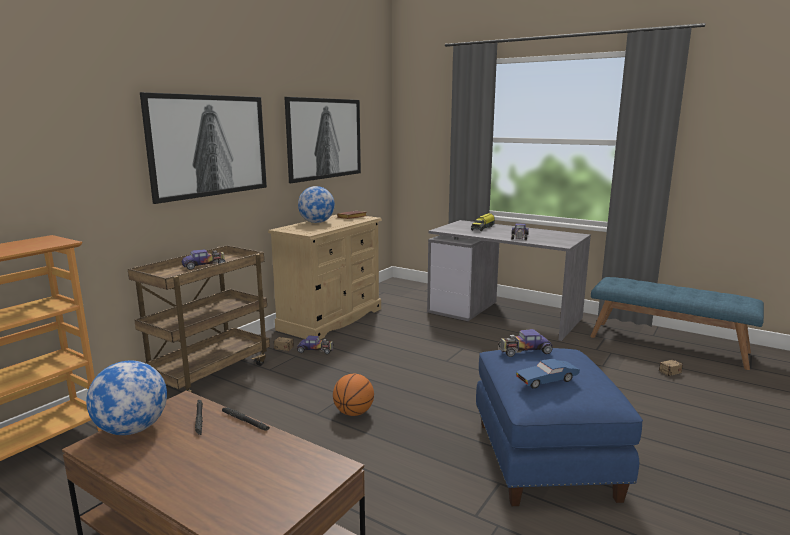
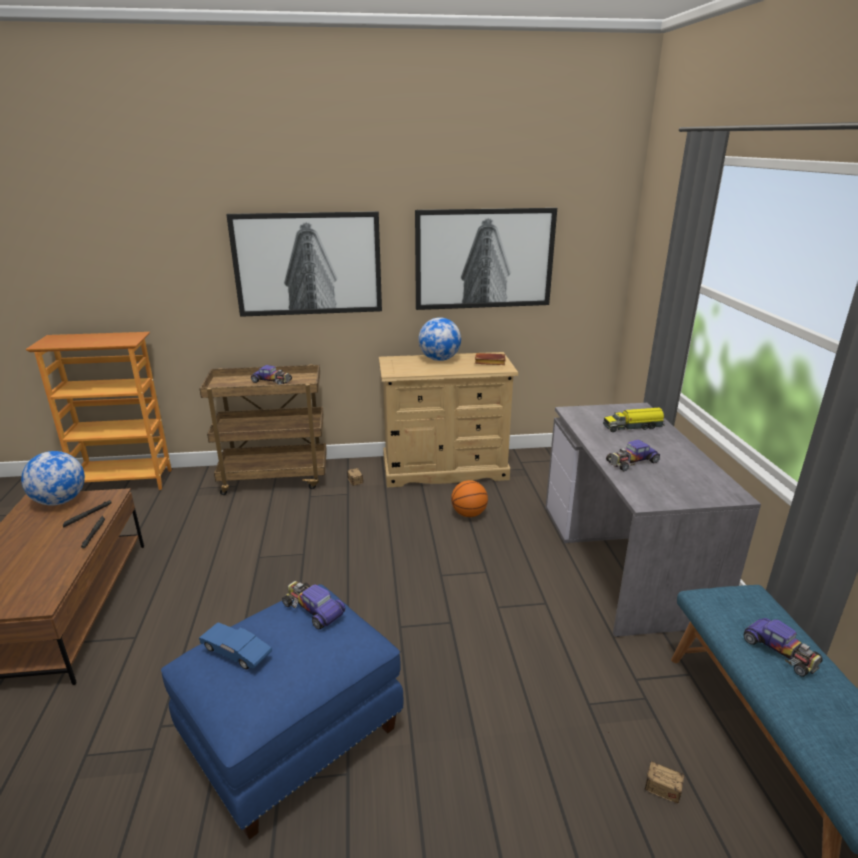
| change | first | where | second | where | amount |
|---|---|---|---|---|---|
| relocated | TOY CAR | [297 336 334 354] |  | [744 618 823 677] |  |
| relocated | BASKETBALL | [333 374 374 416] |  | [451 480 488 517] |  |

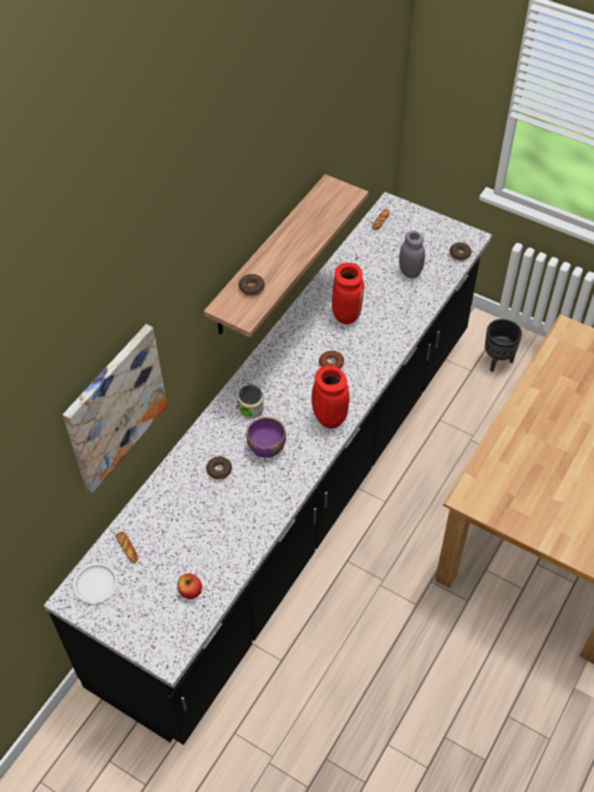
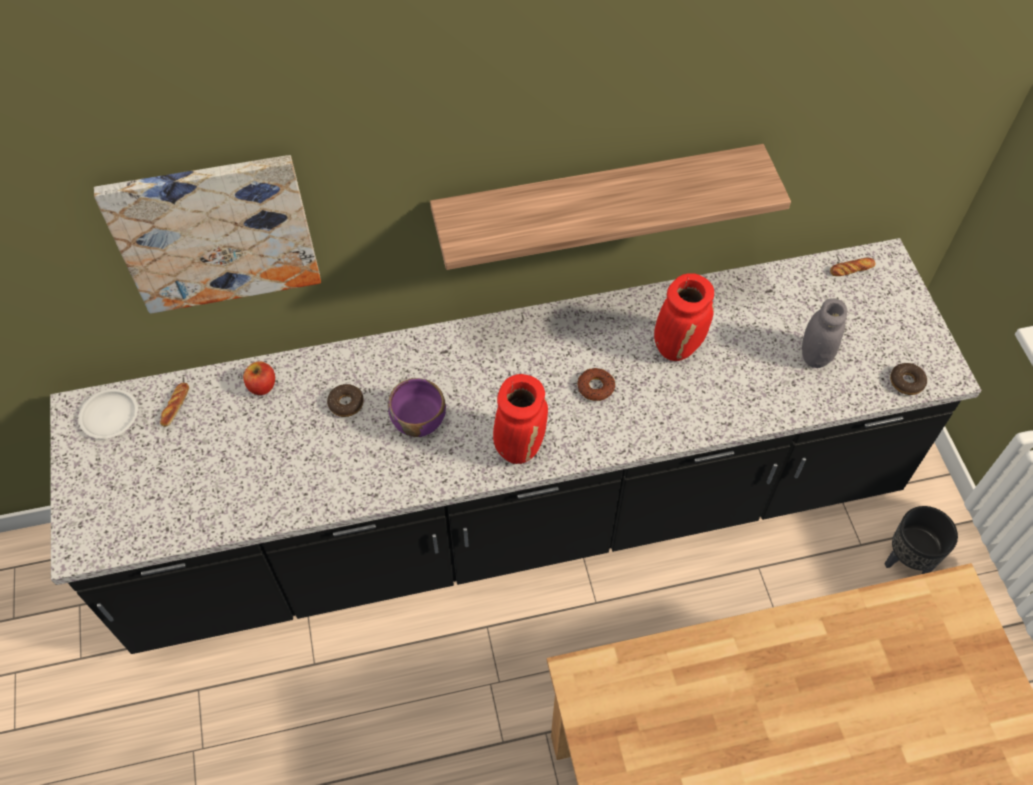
| change | first | where | second | where | amount |
|---|---|---|---|---|---|
| missing | DONUT | [238 274 265 296] |  |  |  |
| missing | JAR | [238 385 264 419] |  |  |  |
| relocated | APPLE | [178 573 202 599] |  | [243 361 275 395] |  |

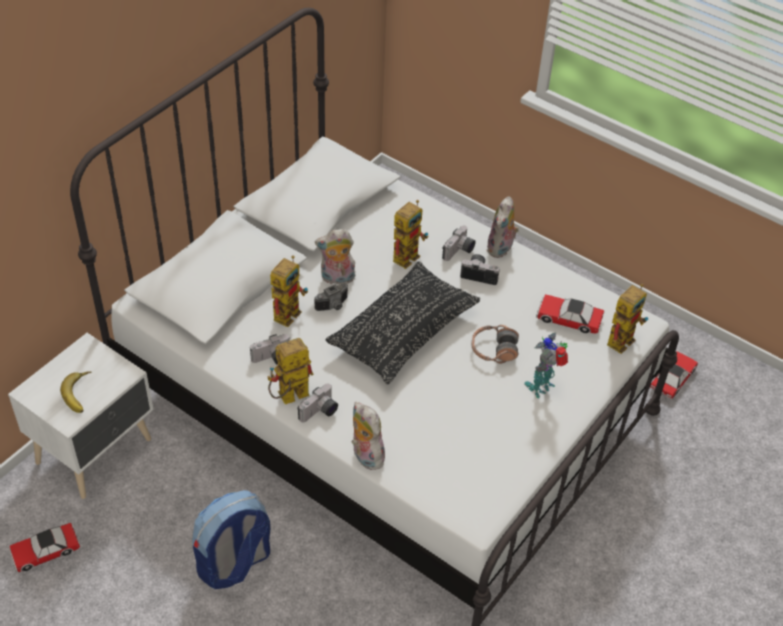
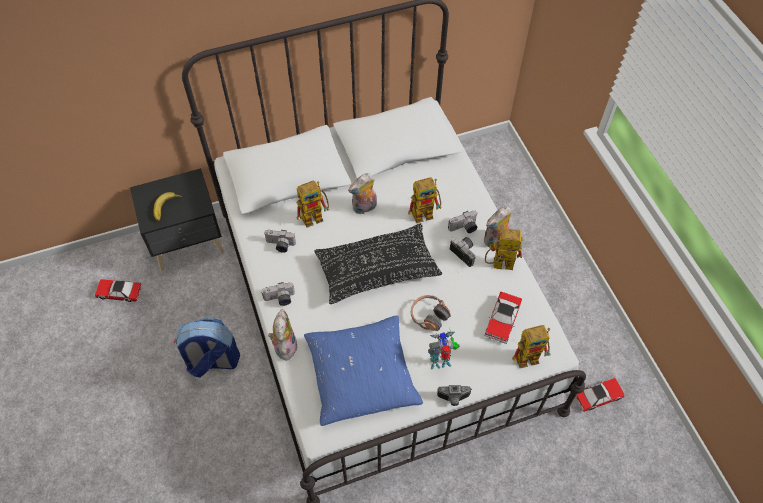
| change | first | where | second | where | amount |
|---|---|---|---|---|---|
| spun | PLUSH TOY | [315 229 355 284] |  | [348 173 377 215] | 60 degrees counterclockwise |
| relocated | PHOTO CAMERA | [314 283 348 311] |  | [437 385 472 406] |  |
| spun | TOY CAR | [536 294 604 334] |  | [484 292 522 344] | 120 degrees counterclockwise |
| colour | WHITE NIGHTSTAND | [8 333 153 499] | BLACK NIGHTSTAND | [130 168 224 271] |  |
| relocated | TOY ROBOT | [267 338 314 404] |  | [485 229 523 270] |  |
| appeared |  |  | BLUE PILLOW | [304 315 423 426] |  |

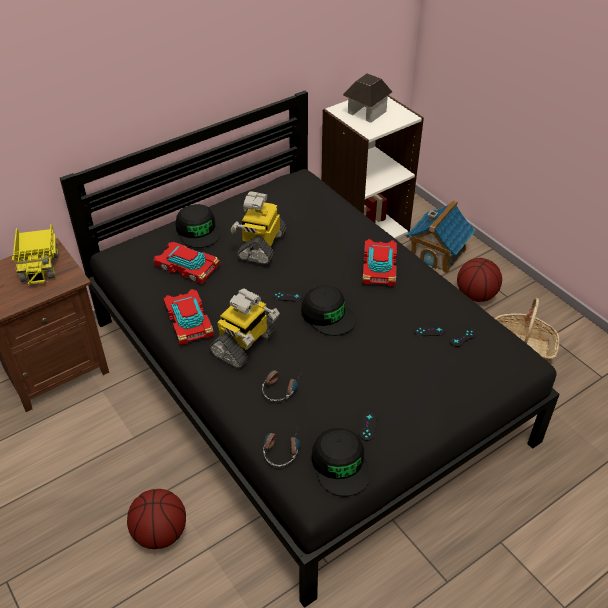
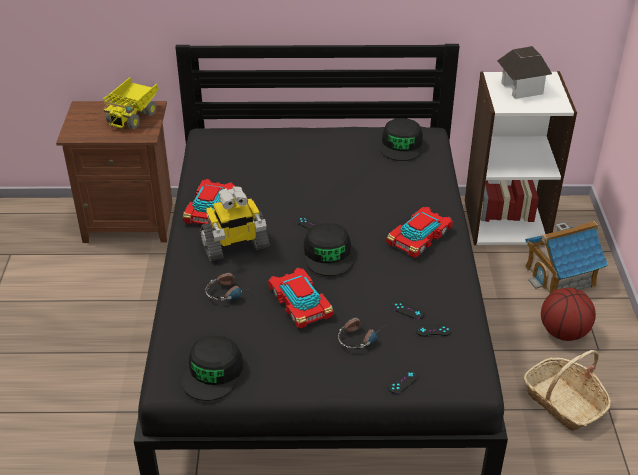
| change | first | where | second | where | amount |
|---|---|---|---|---|---|
| missing | TOY ROBOT | [230 191 287 265] |  |  |  |
| relocated | BLACK CAP | [175 204 220 248] |  | [381 118 423 161] |  |
| relocated | TOY CAR | [153 242 220 284] |  | [268 268 334 329] |  |
| relocated | BLACK GAME CONTROLLER | [359 412 377 441] |  | [387 369 419 394] |  |
| relocated | HEADPHONES | [263 427 300 467] |  | [338 318 382 349] |  |
| missing | BASKETBALL | [127 489 186 549] |  |  |  |

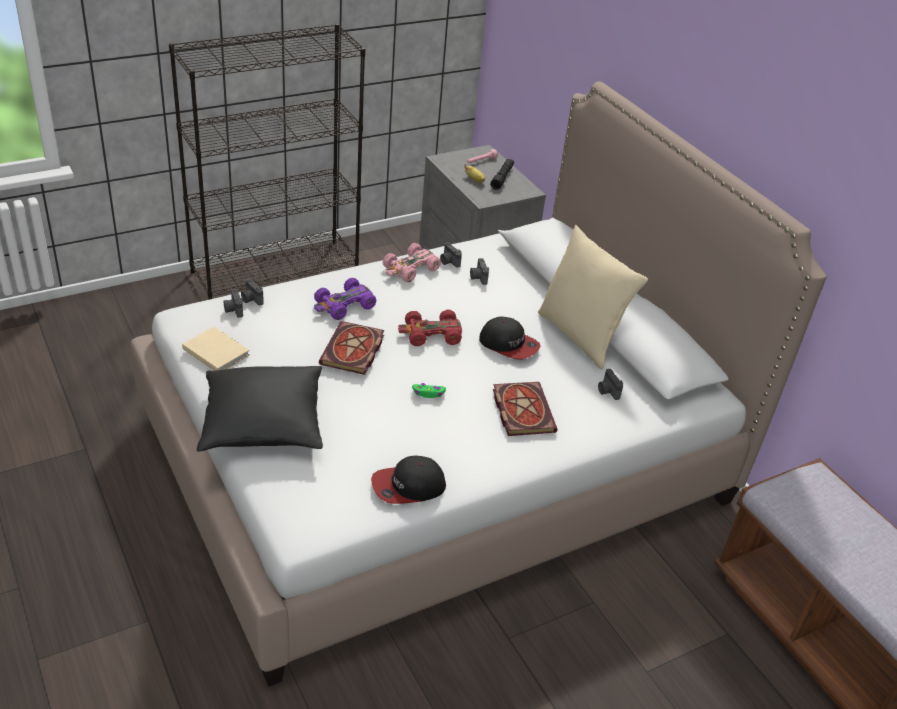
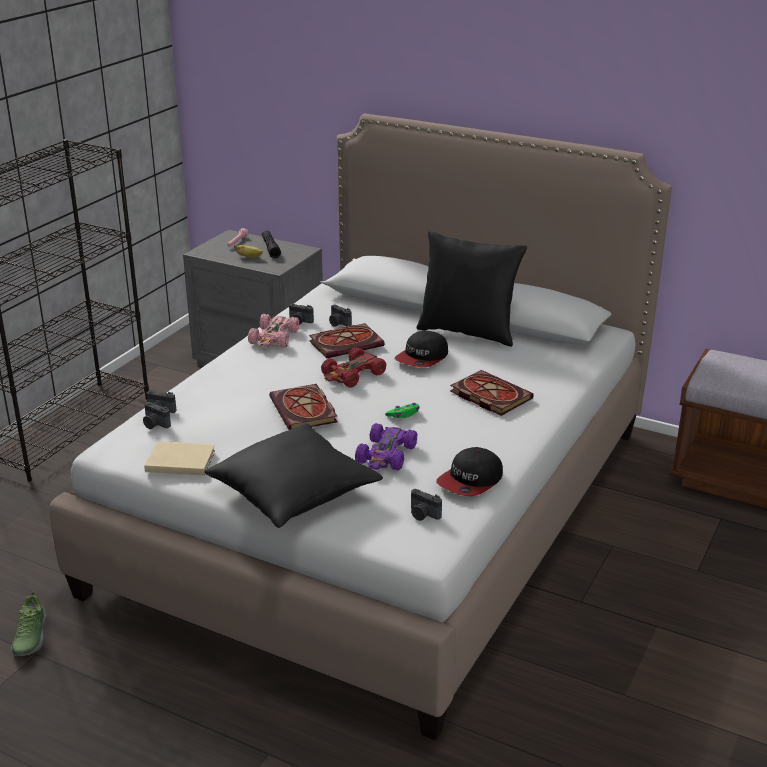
| change | first | where | second | where | amount |
|---|---|---|---|---|---|
| colour | BEIGE PILLOW | [538 225 648 369] | BLACK PILLOW | [416 231 527 347] |  |
| relocated | PURPLE TOY CAR | [314 278 376 320] |  | [355 423 417 470] |  |
| spun | CAP | [479 316 541 359] |  | [395 330 448 367] | 120 degrees clockwise |
| relocated | PHOTO CAMERA | [598 369 623 400] |  | [411 489 442 521] |  |
| appeared |  |  | BOOK | [309 323 385 359] |  |
| appeared |  |  | SHOE | [11 591 47 656] |  |

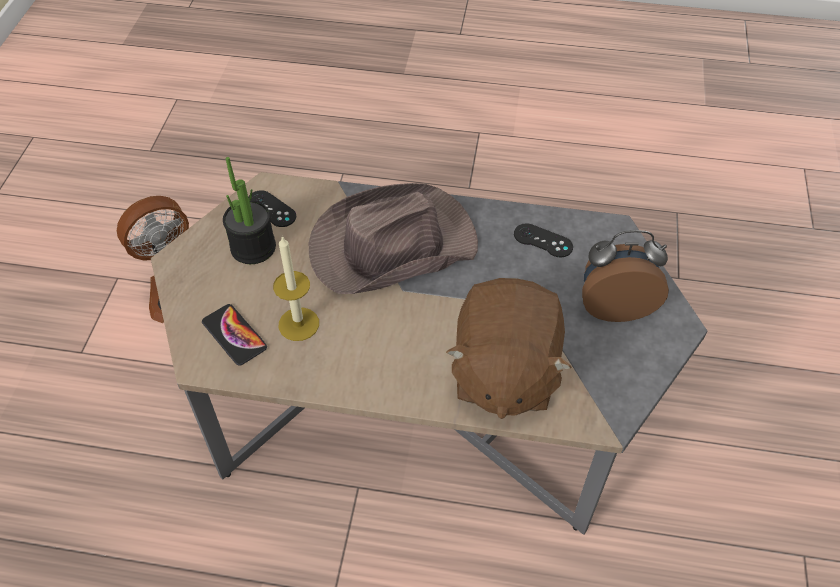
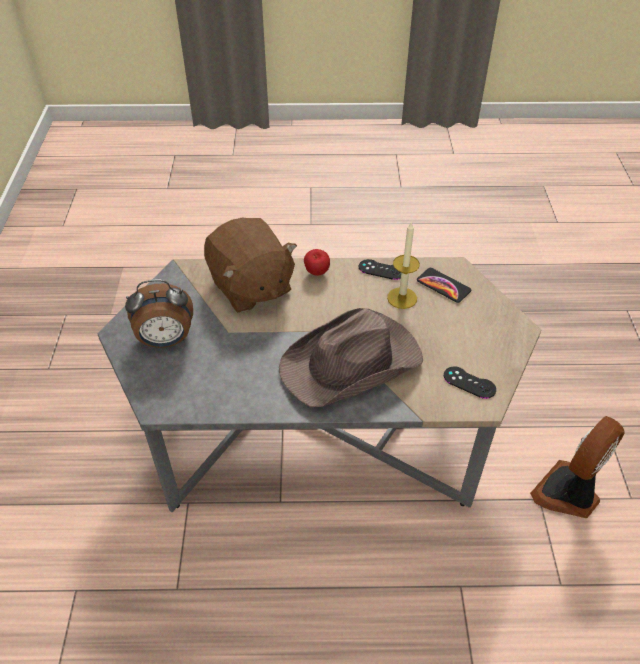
| change | first | where | second | where | amount |
|---|---|---|---|---|---|
| missing | POTTED PLANT | [223 157 276 264] |  |  |  |
| relocated | BLACK GAME CONTROLLER | [514 223 573 257] |  | [359 259 401 280] |  |
| spun | BROWN PLUSH TOY | [446 278 572 419] |  | [204 218 297 313] | 150 degrees clockwise |
| appeared |  |  | APPLE | [304 249 330 276] |  |

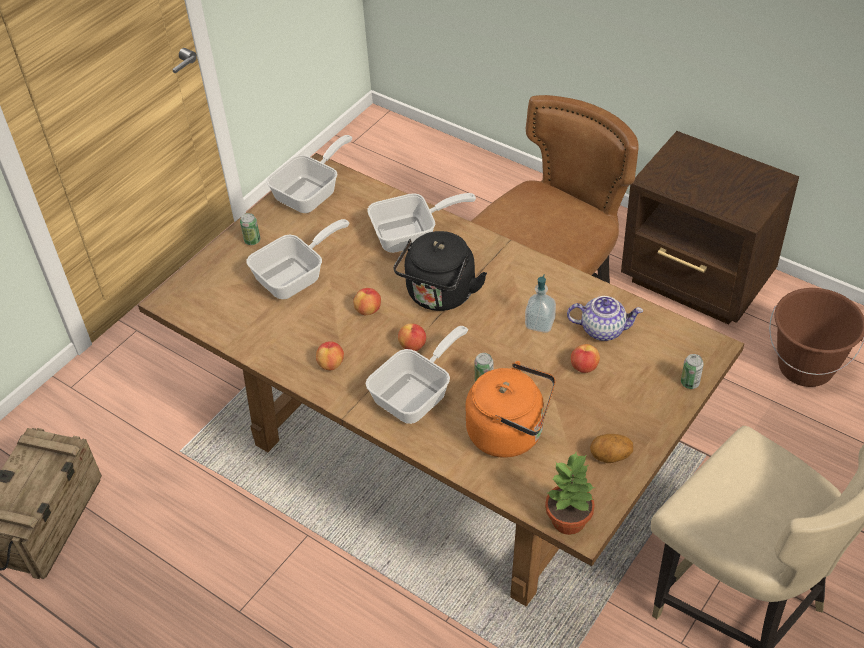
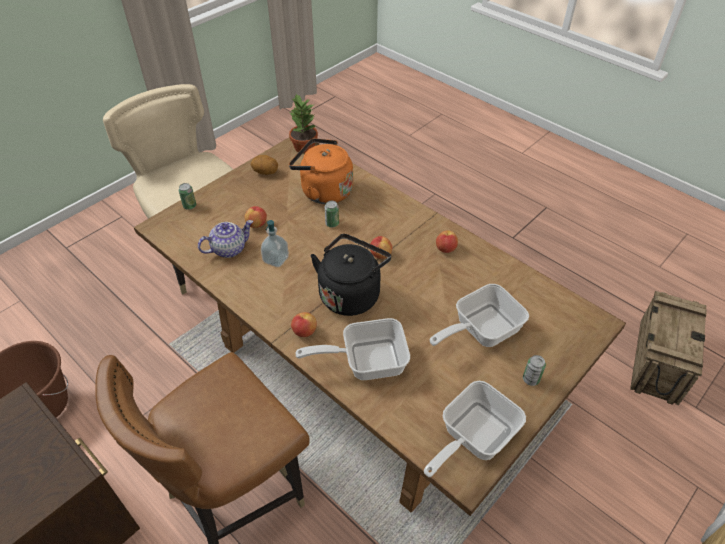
| change | first | where | second | where | amount |
|---|---|---|---|---|---|
| relocated | APPLE | [353 288 381 315] |  | [291 312 317 337] |  |
| spun | TEAPOT | [567 296 643 341] |  | [198 220 253 258] | 135 degrees clockwise |
| missing | FRYING PAN | [366 326 468 424] |  |  |  |

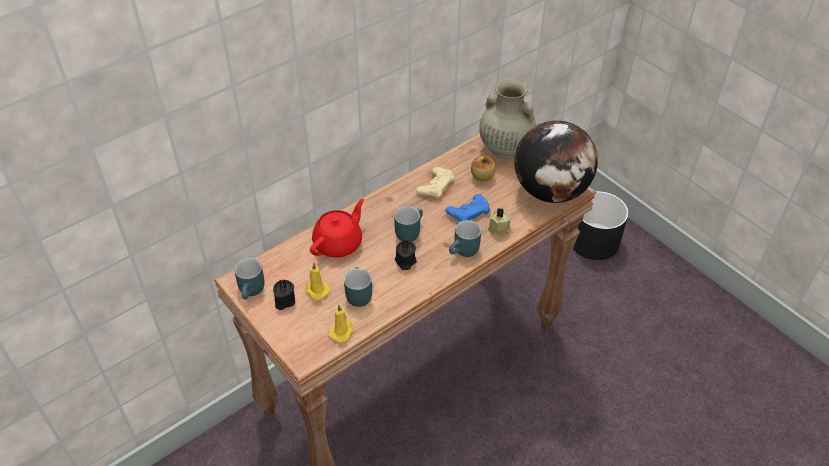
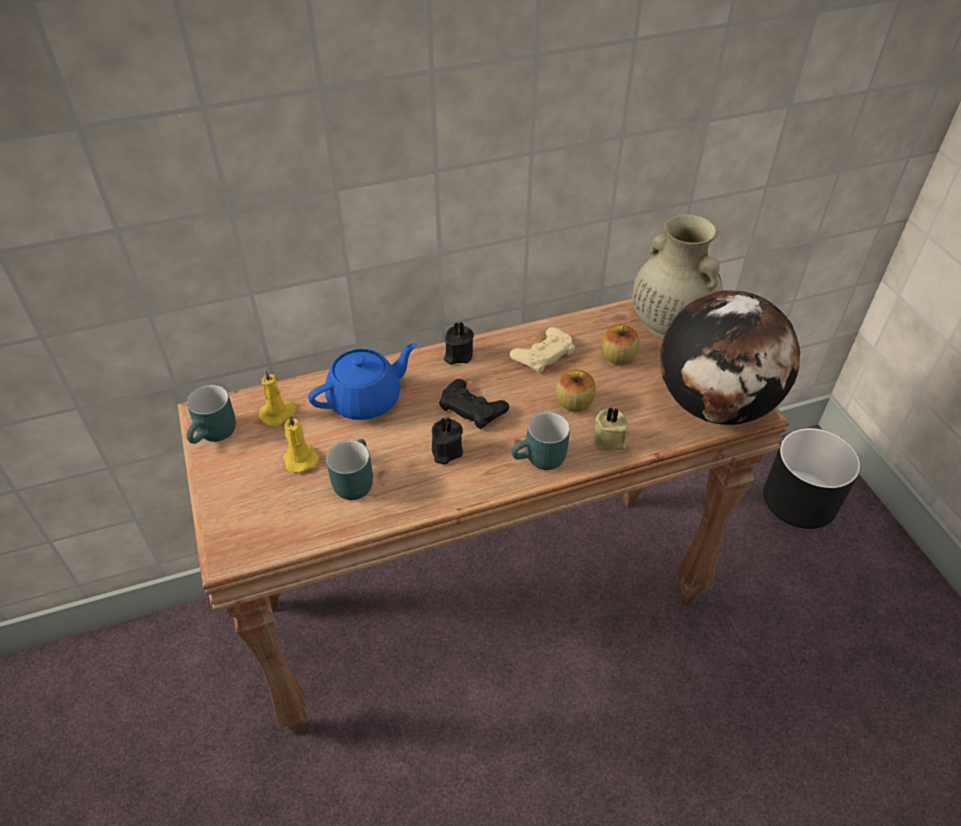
| change | first | where | second | where | amount |
|---|---|---|---|---|---|
| exchanged | BLUE GAME CONTROLLER | [445 194 490 222] | APPLE | [556 370 596 412] |  |
| colour | RED TEAPOT | [310 199 364 258] | BLUE TEAPOT | [308 343 417 420] |  |
| exchanged | TURQUOISE MUG | [394 206 423 242] | BLACK GAME CONTROLLER | [439 379 509 429] |  |
| relocated | BLACK CANDLE | [273 279 295 310] |  | [444 322 474 364] |  |
| relocated | YELLOW CANDLE | [328 304 354 343] |  | [259 369 297 427] |  |

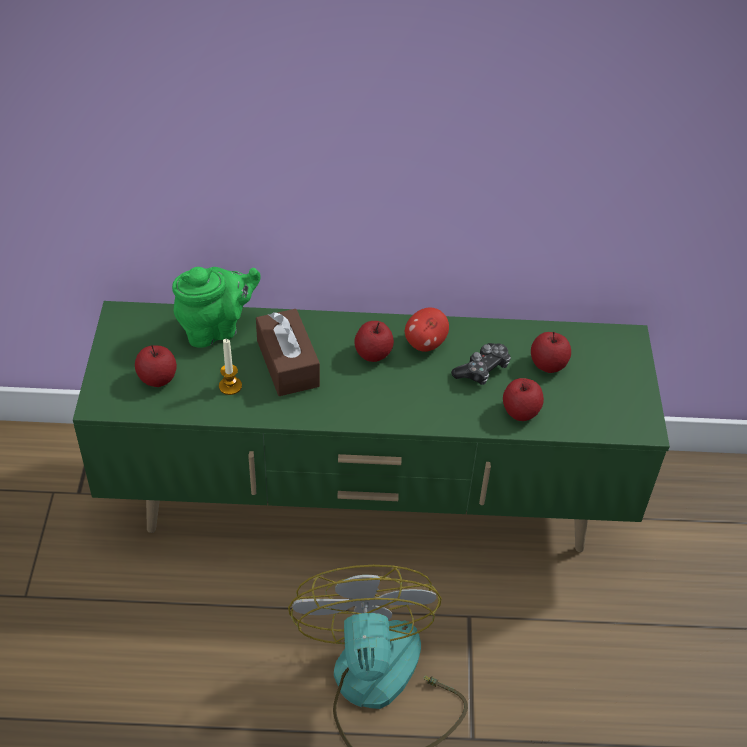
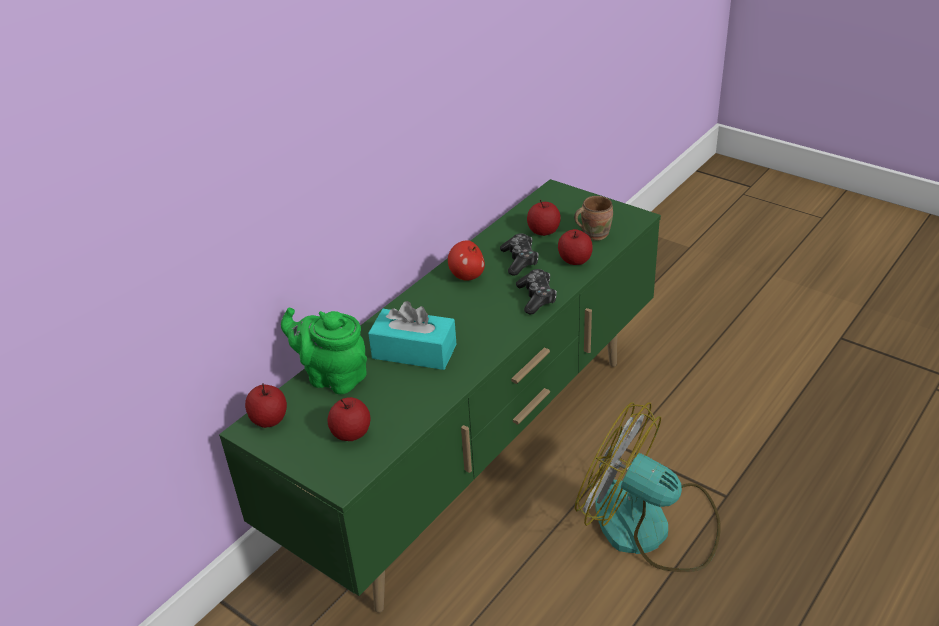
| change | first | where | second | where | amount |
|---|---|---|---|---|---|
| spun | GREEN TEAPOT | [172 267 261 348] |  | [281 308 367 394] | 75 degrees counterclockwise |
| colour | BROWN TISSUE BOX | [256 309 320 396] | TURQUOISE TISSUE BOX | [368 301 457 370] |  |
| relocated | APPLE | [354 321 394 362] |  | [245 384 287 428] |  |
| missing | CANDLE | [219 339 242 395] |  |  |  |
| appeared |  |  | BROWN MUG | [574 196 613 241] |  |
| appeared |  |  | GAME CONTROLLER | [516 269 557 314] |  |

